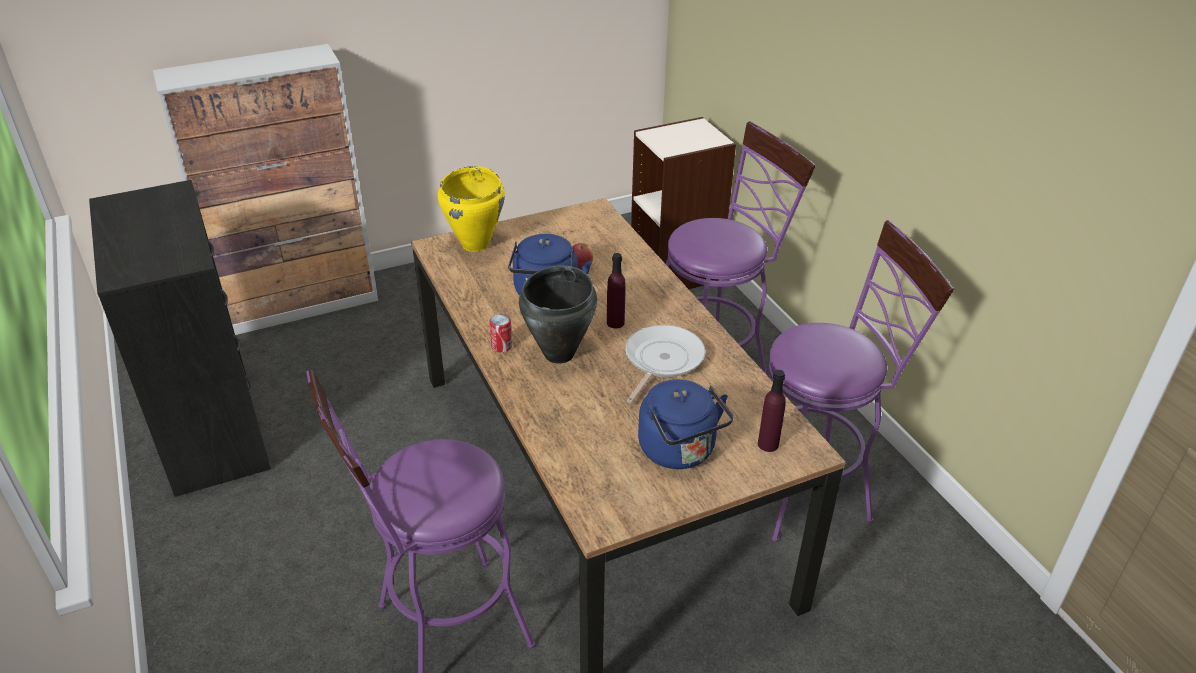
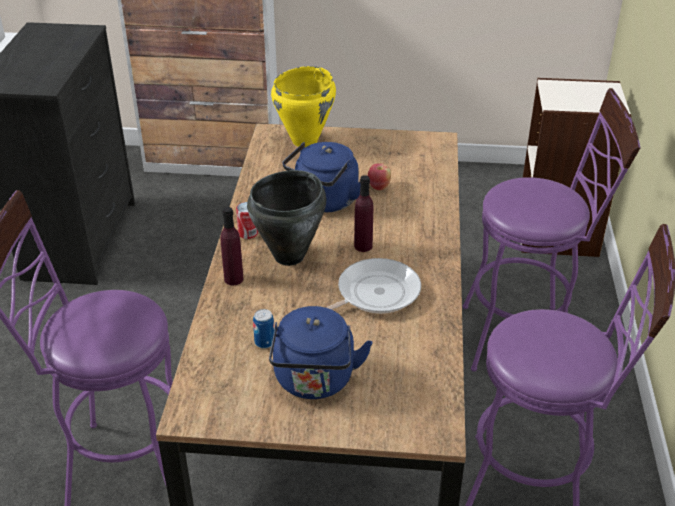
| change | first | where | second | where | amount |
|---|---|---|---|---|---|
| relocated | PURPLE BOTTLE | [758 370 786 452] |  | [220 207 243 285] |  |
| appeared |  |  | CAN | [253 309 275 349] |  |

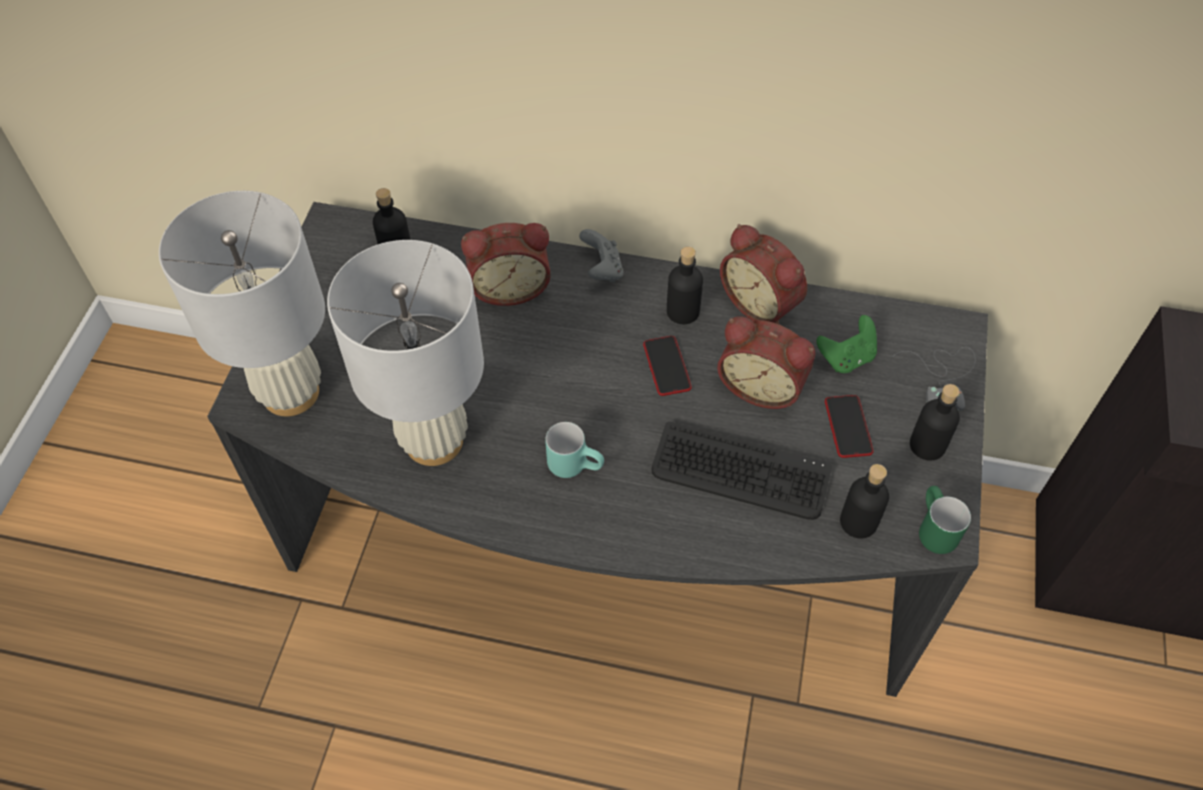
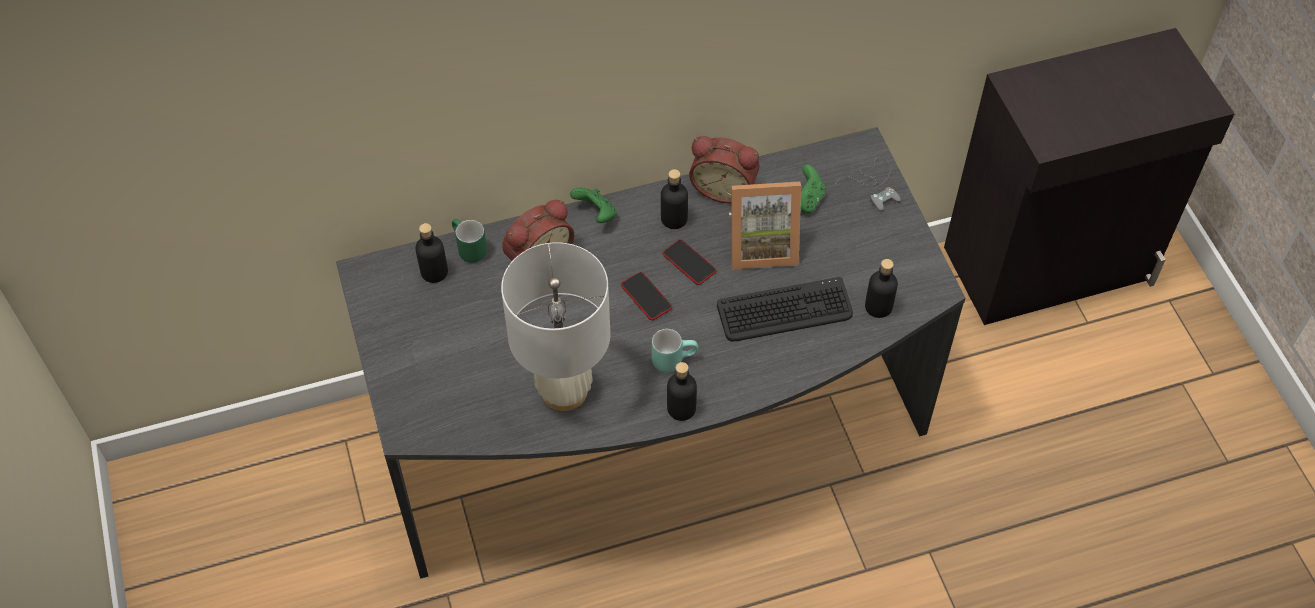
| change | first | where | second | where | amount |
|---|---|---|---|---|---|
| missing | WHITE TABLE LAMP | [159 191 325 416] |  |  |  |
| colour | GREY GAME CONTROLLER | [579 229 624 282] | GREEN GAME CONTROLLER | [570 188 617 223] |  |
| exchanged | ALARM CLOCK | [717 317 815 409] | PICTURE FRAME | [729 181 801 270] |  |
| relocated | BLACK BOTTLE | [910 384 960 461] |  | [667 362 697 421] |  |
| relocated | PHONE | [825 395 873 458] |  | [621 272 672 320] |  |
| relocated | GREEN MUG | [919 486 971 554] |  | [452 219 487 262] |  |

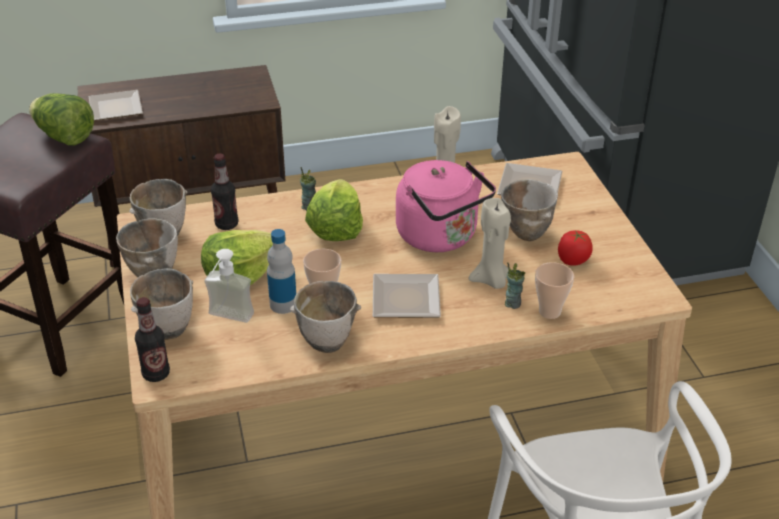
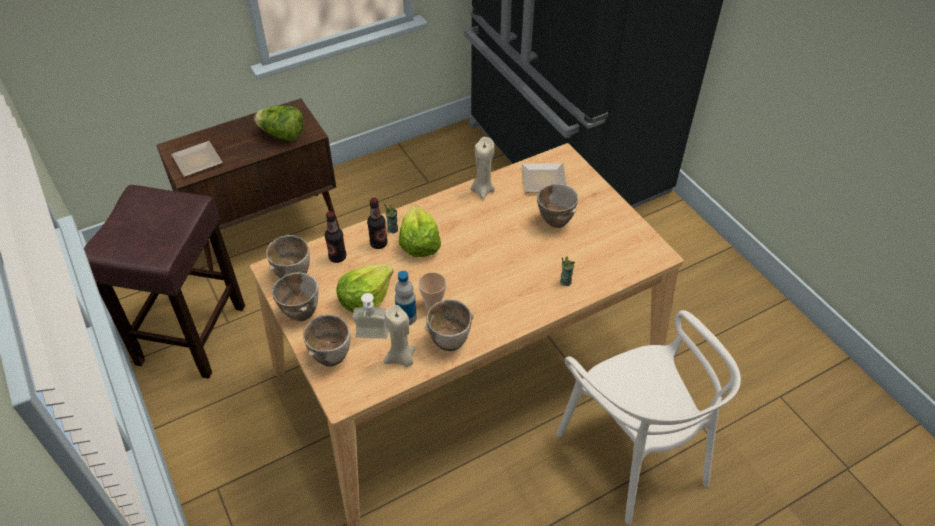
| change | first | where | second | where | amount |
|---|---|---|---|---|---|
| relocated | LETTUCE | [29 93 94 146] |  | [254 105 303 142] |  |
| missing | PINK KETTLE | [396 160 496 252] |  |  |  |
| relocated | BEIGE CANDLE | [469 198 511 289] |  | [384 305 416 367] |  |
| missing | TOMATO | [558 230 593 266] |  |  |  |
| missing | CUP | [535 262 574 319] |  |  |  |
| missing | PLATE | [373 274 441 318] |  |  |  |
| relocated | BOTTLE | [135 297 170 382] |  | [367 198 387 249] |  |

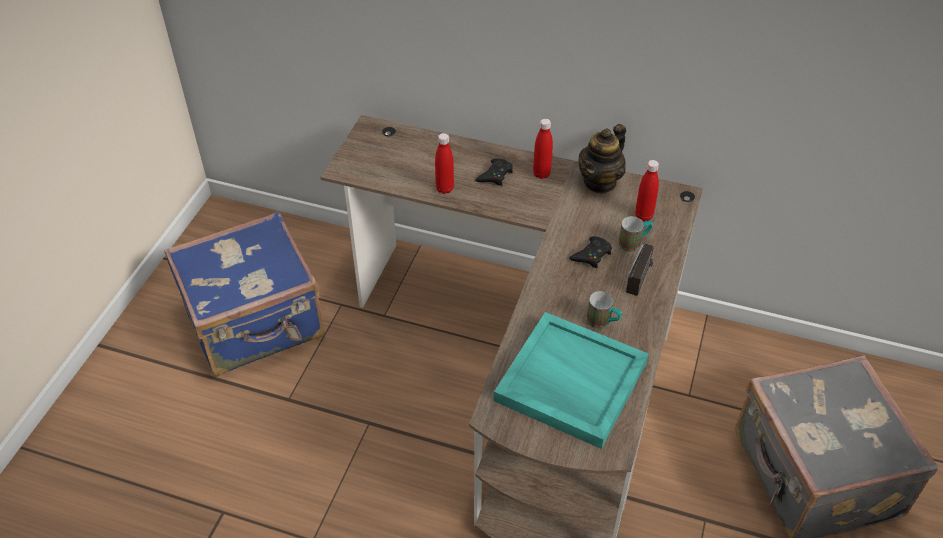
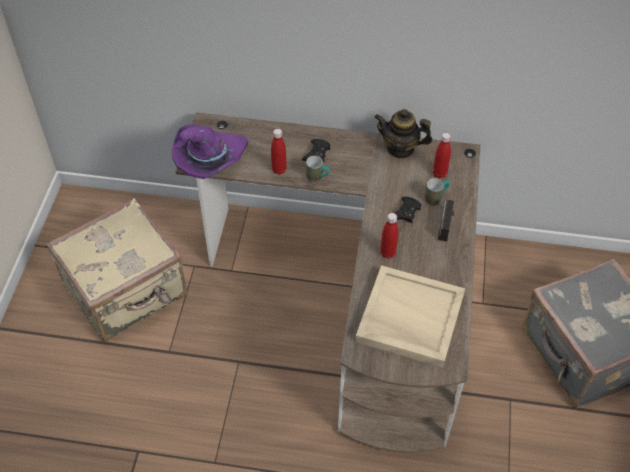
| change | first | where | second | where | amount |
|---|---|---|---|---|---|
| relocated | RED BOTTLE | [533 118 553 179] |  | [380 213 398 259] |  |
| spun | TEAPOT | [578 124 626 194] |  | [374 109 432 159] | 75 degrees clockwise |
| colour | BLUE SUITCASE | [164 211 325 377] | BEIGE SUITCASE | [46 198 188 342] |  |
| relocated | MUG | [587 291 622 329] |  | [306 156 330 183] |  |
| colour | TURQUOISE TRAY | [494 312 649 449] | BEIGE TRAY | [355 265 465 367] |  |
| appeared |  |  | PURPLE HAT | [172 124 248 179] |  |

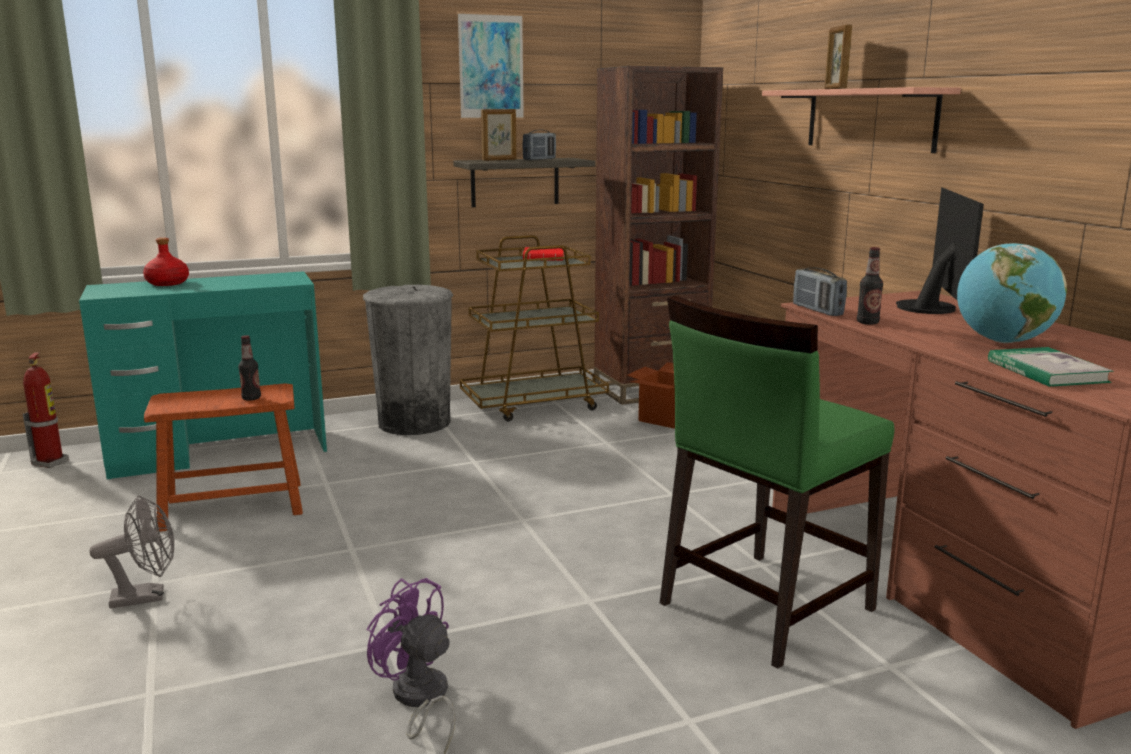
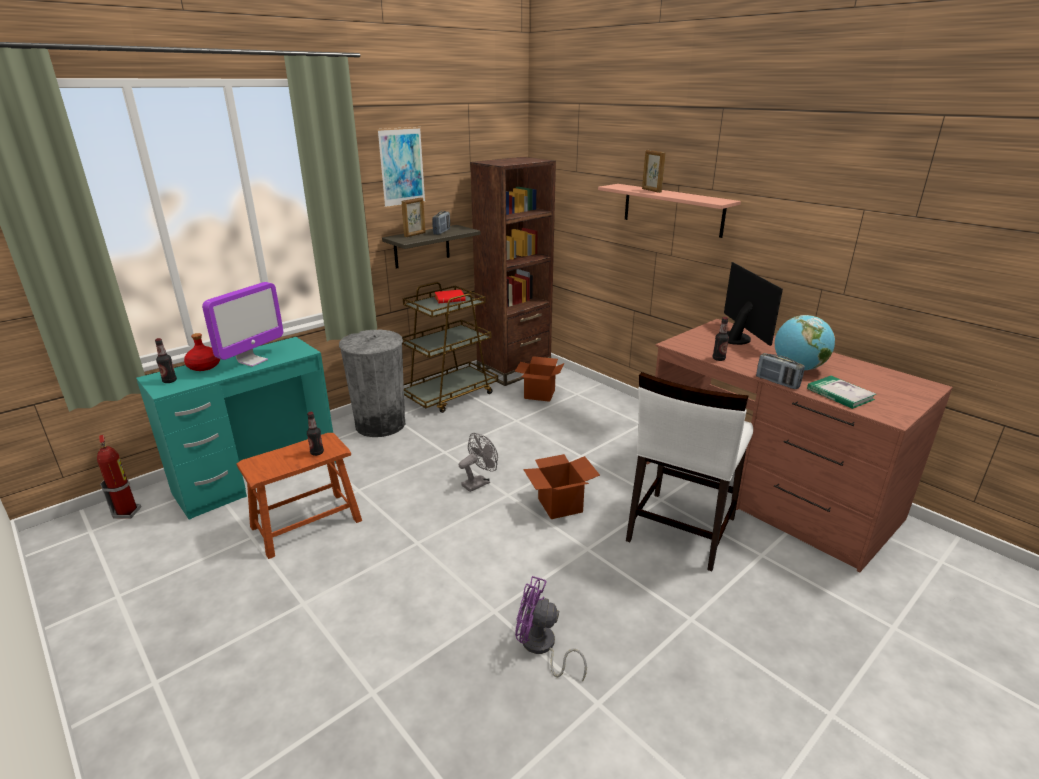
| change | first | where | second | where | amount |
|---|---|---|---|---|---|
| relocated | RADIO | [793 268 847 316] |  | [756 353 805 389] |  |
| colour | GREEN CHAIR | [660 295 894 669] | WHITE CHAIR | [626 372 753 571] |  |
| relocated | GREY FAN | [89 496 174 609] |  | [459 433 498 492] |  |
| appeared |  |  | MONITOR | [202 282 283 367] |  |
| appeared |  |  | BOTTLE | [155 338 177 383] |  |
| appeared |  |  | CARDBOARD BOX | [523 454 600 519] |  |

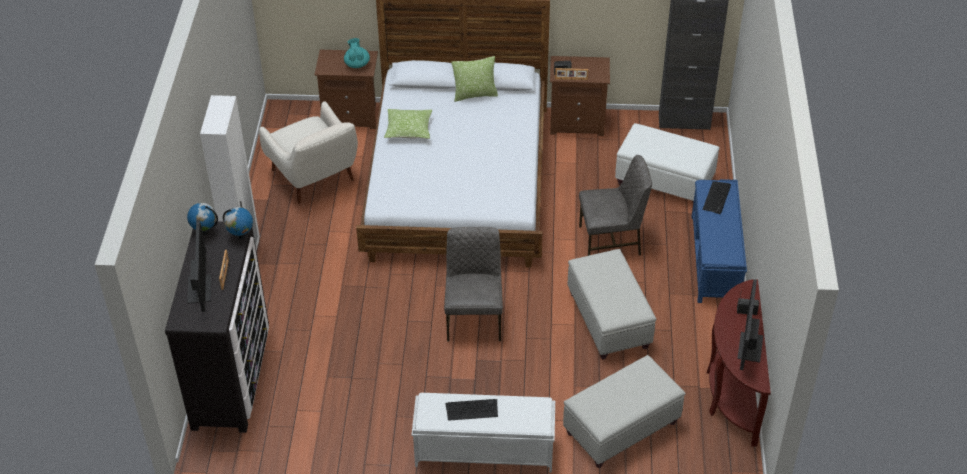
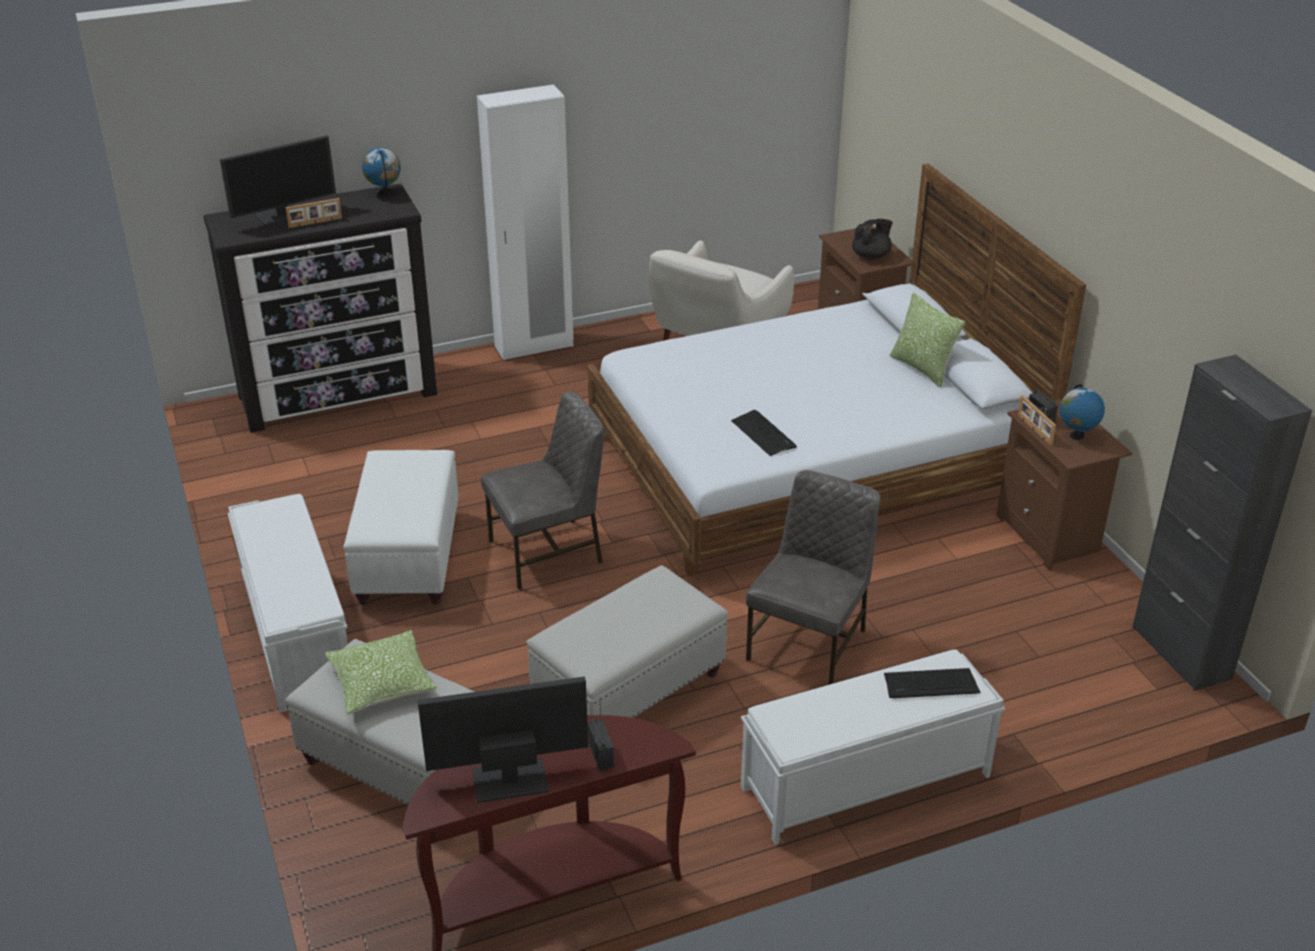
| change | first | where | second | where | amount |
|---|---|---|---|---|---|
| colour | TURQUOISE TEAPOT | [344 38 370 68] | BLACK TEAPOT | [852 219 893 260] |  |
| relocated | PILLOW | [384 109 432 139] |  | [325 630 437 715] |  |
| relocated | WHITE OTTOMAN | [615 123 720 202] |  | [343 450 459 605] |  |
| spun | GREY CHAIR | [579 155 652 256] |  | [746 470 881 685] | 120 degrees counterclockwise |
| colour | BLUE BENCH | [692 179 747 303] | WHITE BENCH | [741 649 1005 845] |  |
| relocated | GLOBE | [223 207 253 240] |  | [1060 384 1105 440] |  |
| relocated | KEYBOARD | [445 399 498 421] |  | [731 410 797 456] |  |

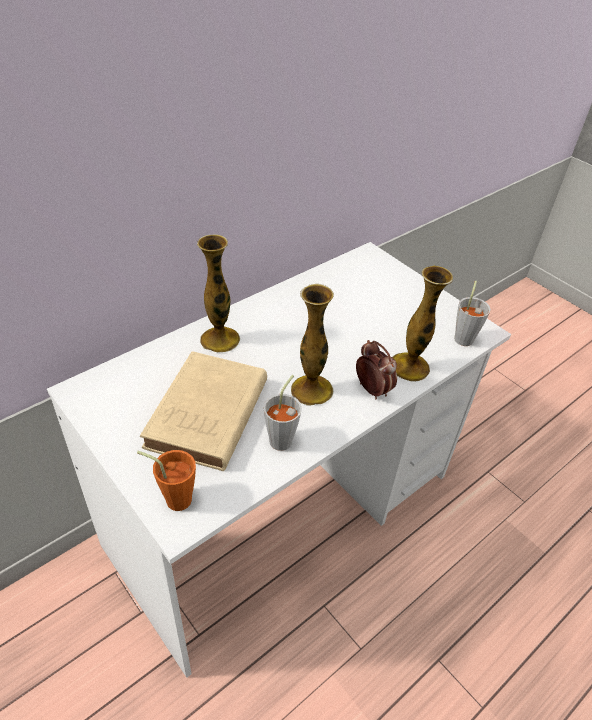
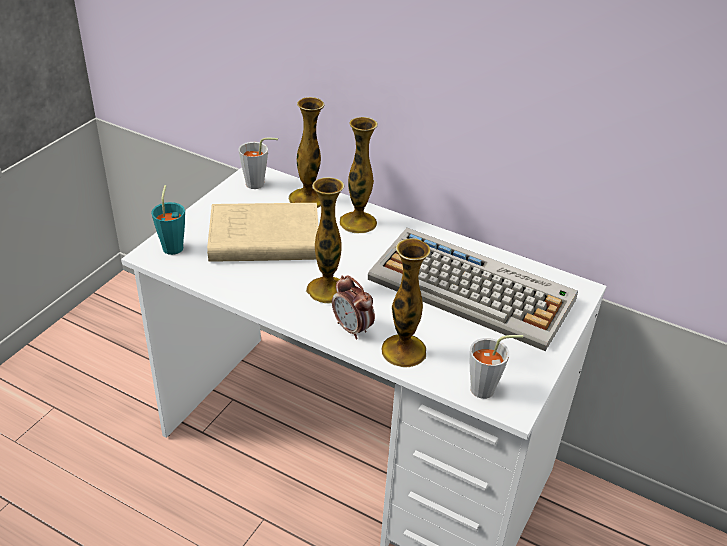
| change | first | where | second | where | amount |
|---|---|---|---|---|---|
| spun | ALARM CLOCK | [356 340 397 400] |  | [332 275 375 339] | 105 degrees clockwise |
| relocated | GREY CUP | [263 375 302 451] |  | [238 138 278 189] |  |
| colour | ORANGE CUP | [137 450 196 511] | TURQUOISE CUP | [151 185 185 255] |  |
| appeared |  |  | VASE | [288 97 325 208] |  |
| appeared |  |  | KEYBOARD | [368 228 578 351] |  |

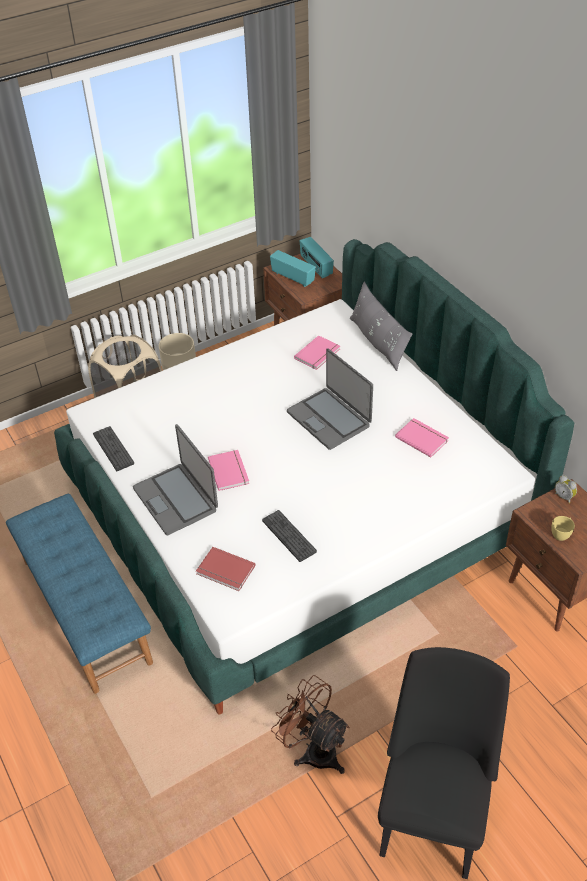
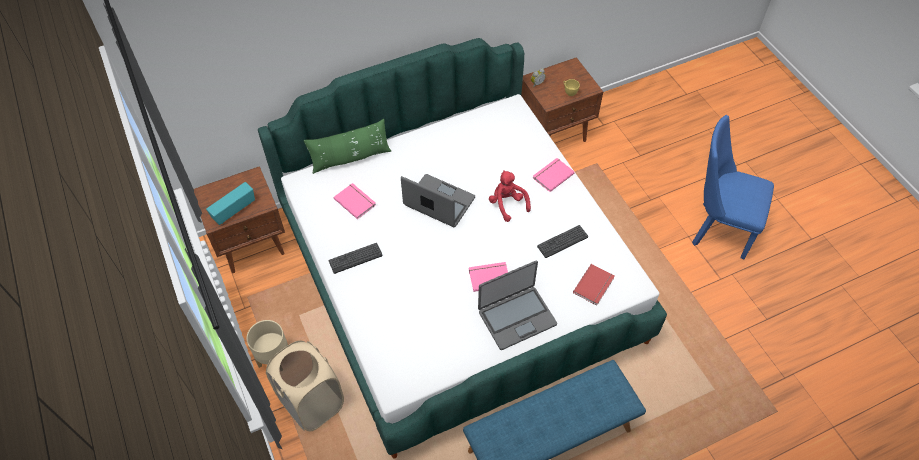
| change | first | where | second | where | amount |
|---|---|---|---|---|---|
| missing | RADIO | [300 237 334 278] |  |  |  |
| colour | GREY PILLOW | [350 282 412 371] | GREEN PILLOW | [304 119 391 174] |  |
| spun | LAPTOP | [287 348 373 450] |  | [401 174 475 227] | 120 degrees counterclockwise |
| relocated | PINK BOOK | [395 418 449 457] |  | [533 158 575 192] |  |
| relocated | KEYBOARD | [93 426 134 471] |  | [329 243 383 274] |  |
| colour | BLACK CHAIR | [378 647 510 879] | BLUE CHAIR | [692 115 774 259] |  |
| missing | BROWN FAN | [271 675 350 774] |  |  |  |
| appeared |  |  | RED PLUSH TOY | [489 170 531 222] |  |

